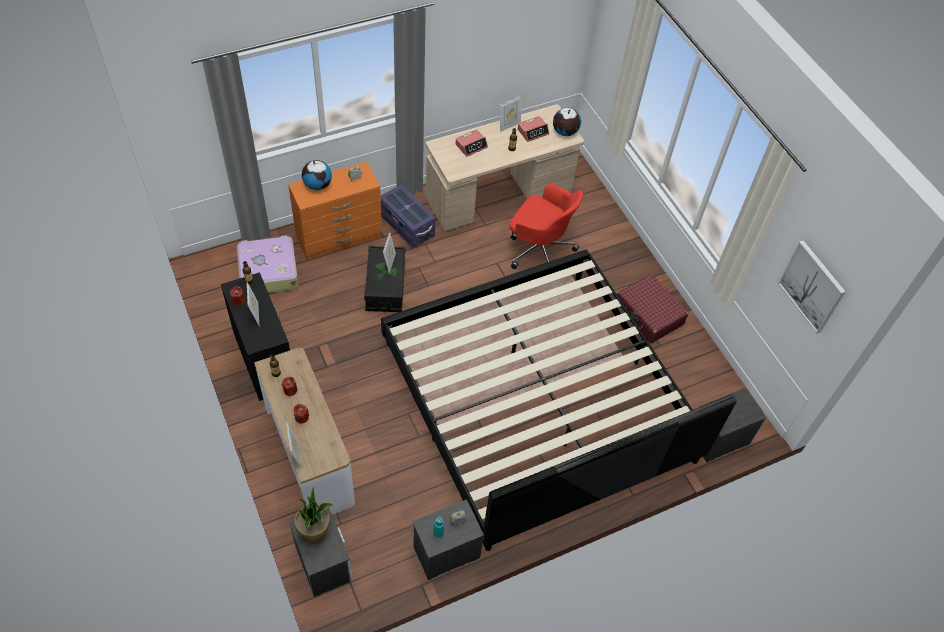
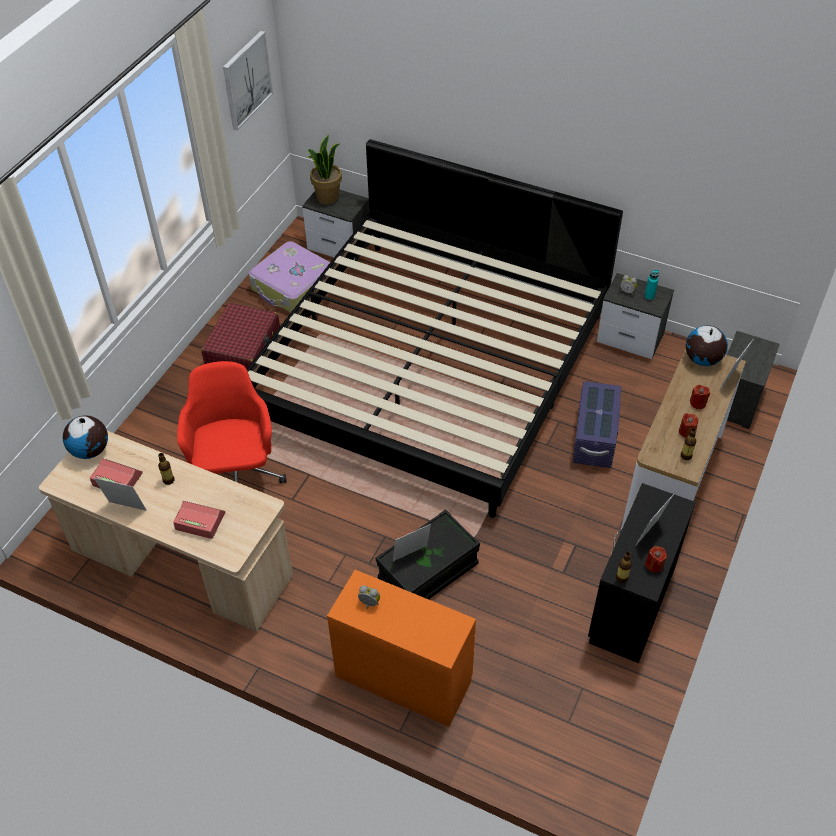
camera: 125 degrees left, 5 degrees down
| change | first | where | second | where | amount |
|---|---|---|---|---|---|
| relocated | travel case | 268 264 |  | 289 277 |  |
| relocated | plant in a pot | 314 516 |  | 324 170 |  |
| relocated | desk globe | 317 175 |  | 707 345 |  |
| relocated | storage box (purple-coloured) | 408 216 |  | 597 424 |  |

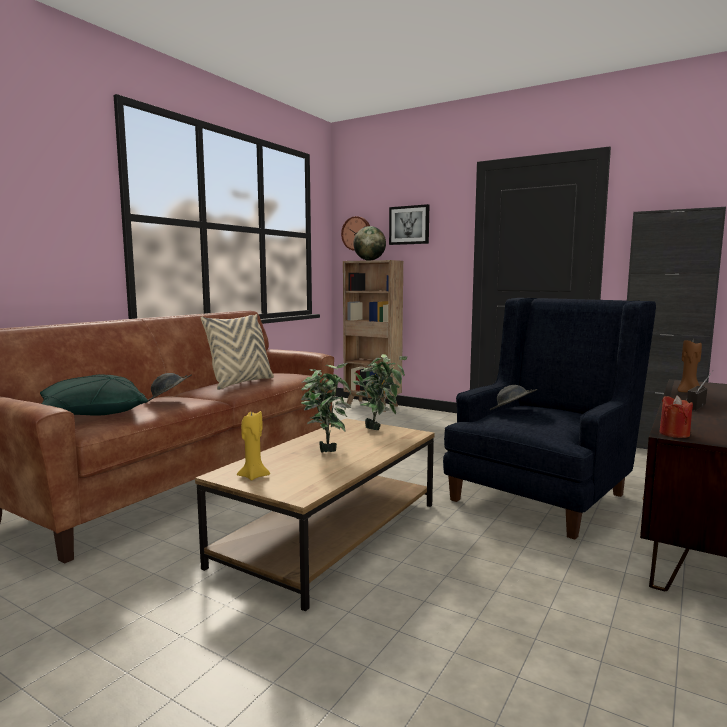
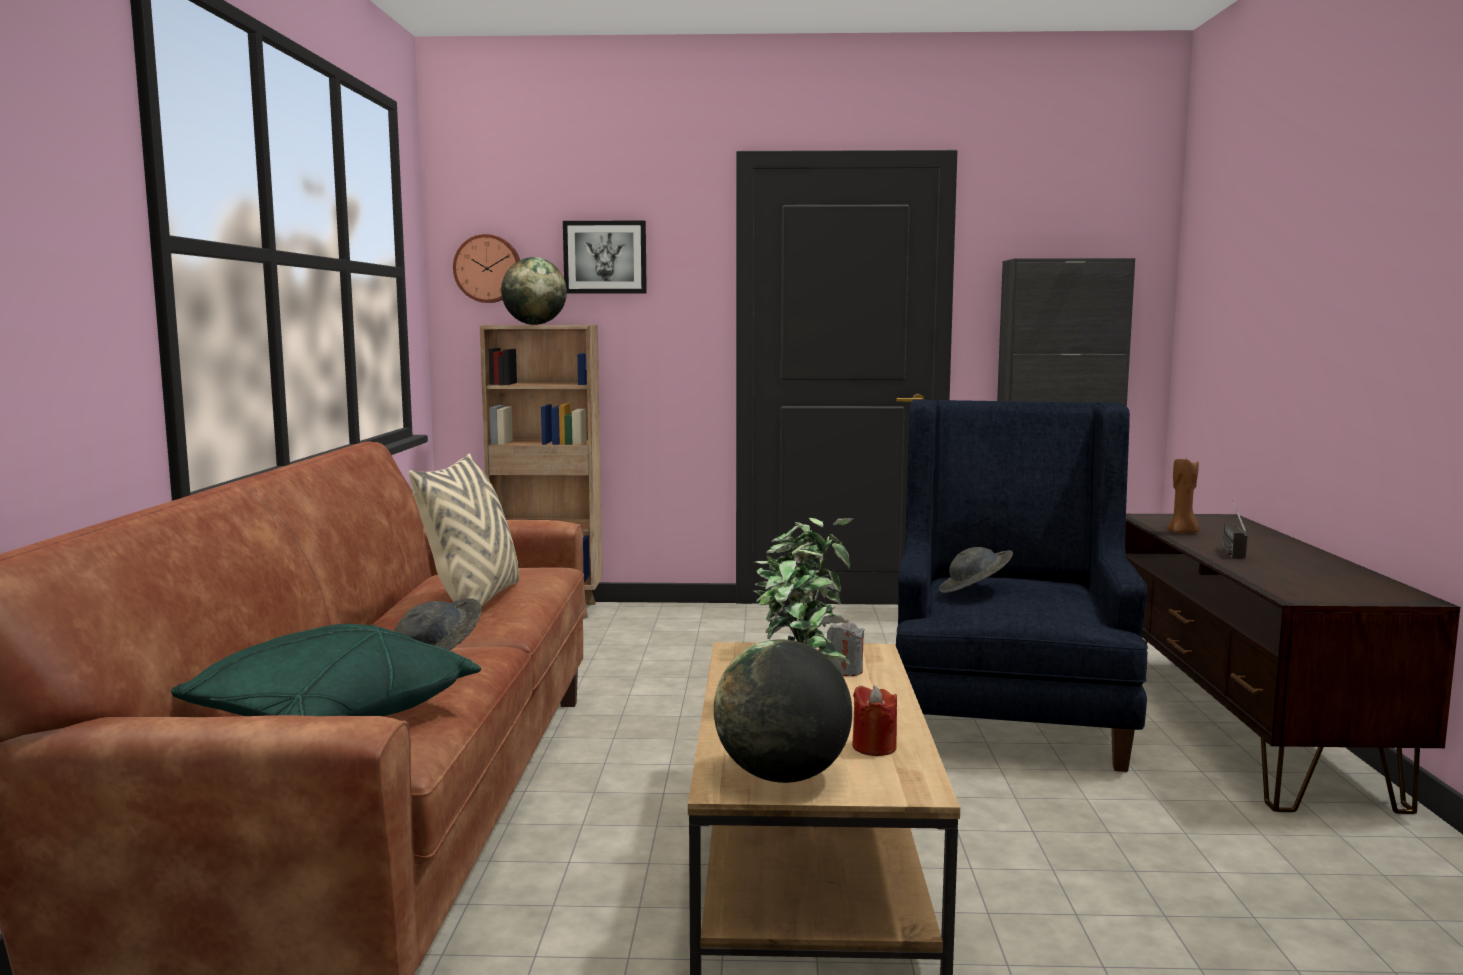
camera: 30 degrees left, 0 degrees up
| change | first | where | second | where | amount |
|---|---|---|---|---|---|
| appeared |  |  | wax candle (greyish) | 846 648 |  |
| relocated | wax candle (red-coloured) | 676 416 |  | 874 721 |  |
| exchanged | wax candle (yellowish) | 253 445 | desk globe | 783 711 |  |

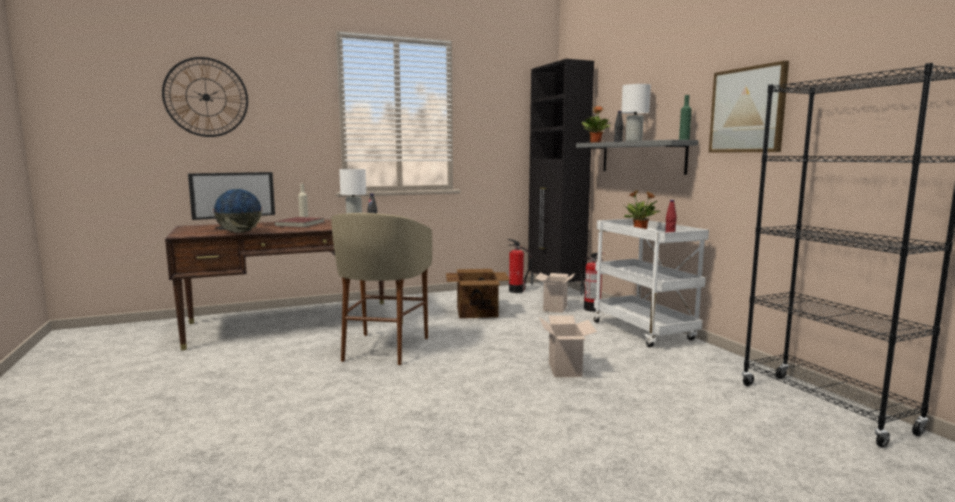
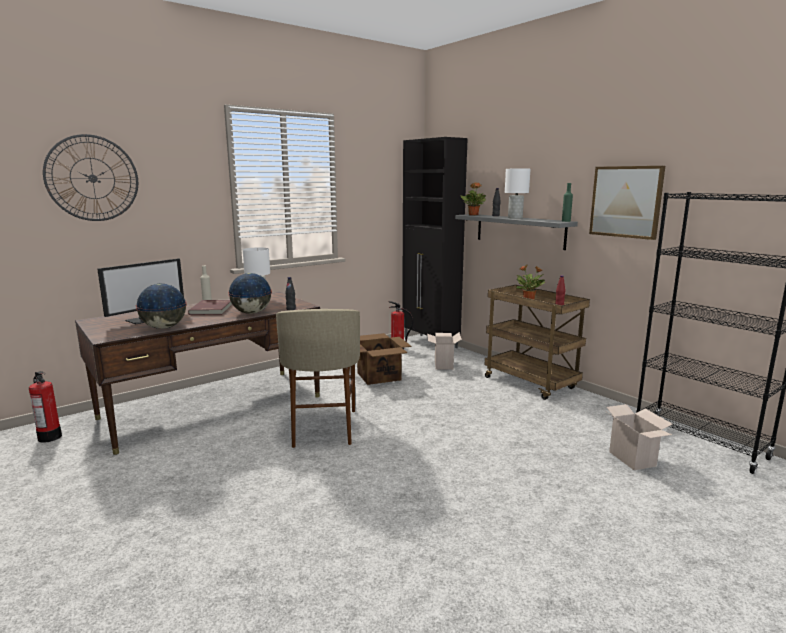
camera: 15 degrees left, 5 degrees up
| change | first | where | second | where | amount |
|---|---|---|---|---|---|
| appeared |  |  | desk globe | 250 293 |  |
| relocated | cardboard box | 568 346 |  | 638 437 |  |
| relocated | fire extinguisher | 592 282 |  | 45 407 |  |
| colour | trolley (whitish) | 651 282 | trolley (brownish) | 537 342 |  |

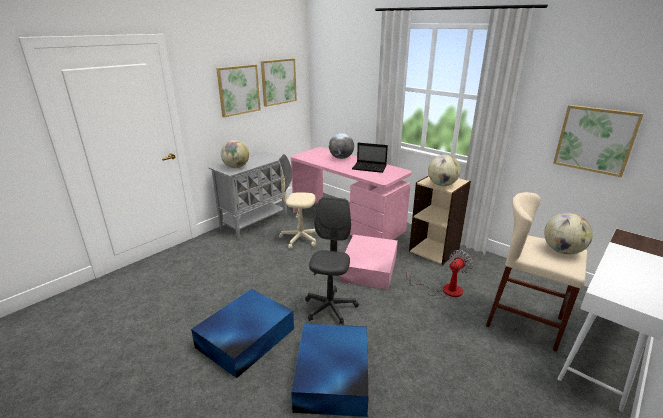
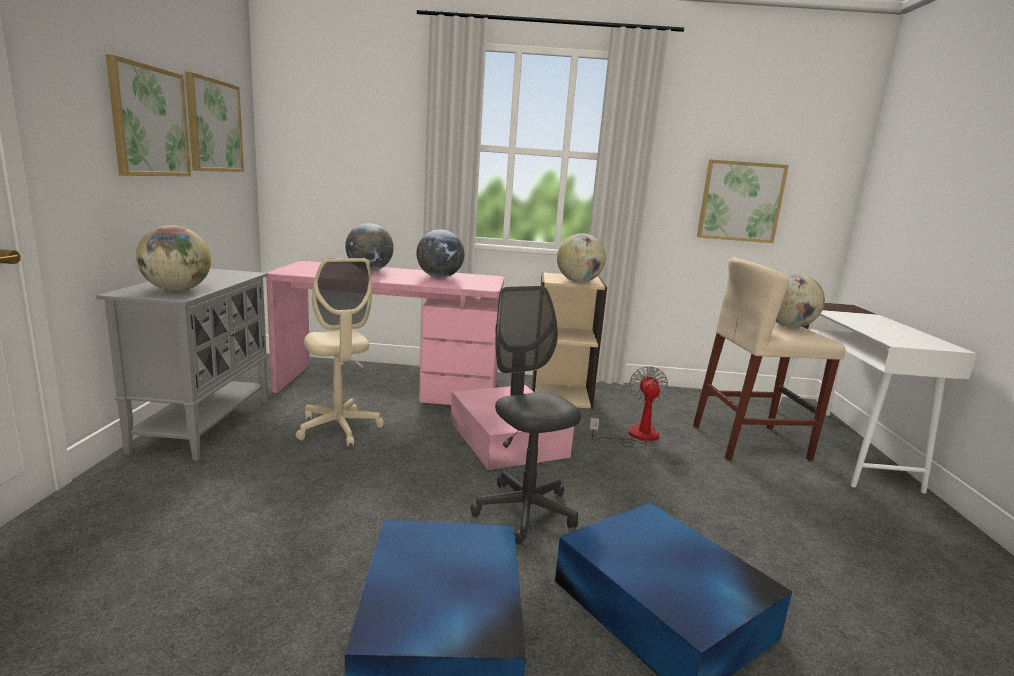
camera: 40 degrees left, 10 degrees down
| change | first | where | second | where | amount |
|---|---|---|---|---|---|
| exchanged | laptop | 370 158 | desk globe | 440 254 |  |
| spun | computer chair (beige-coloured) | 298 201 |  | 340 352 | 90 degrees counterclockwise |

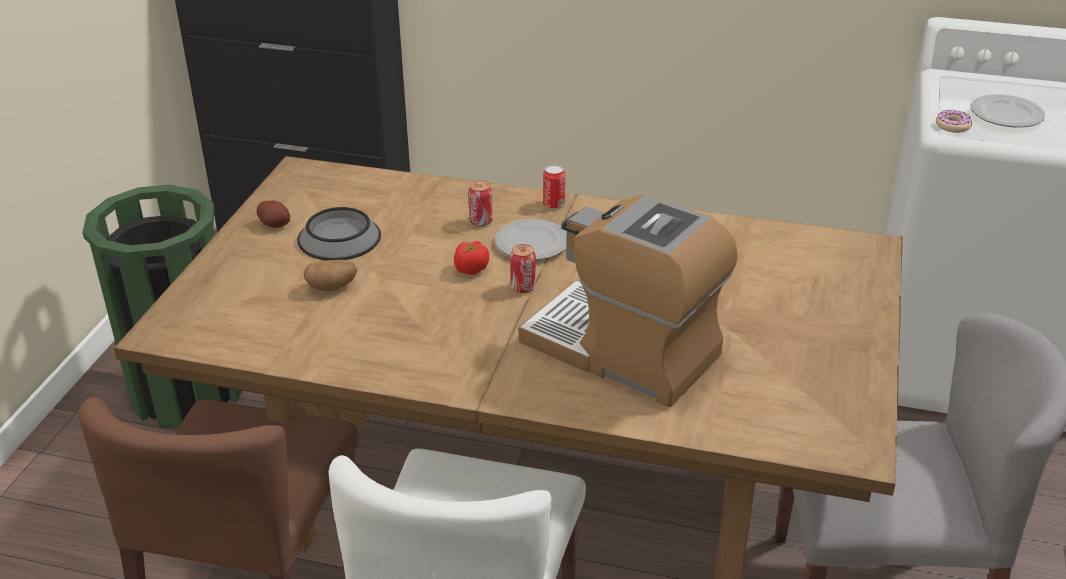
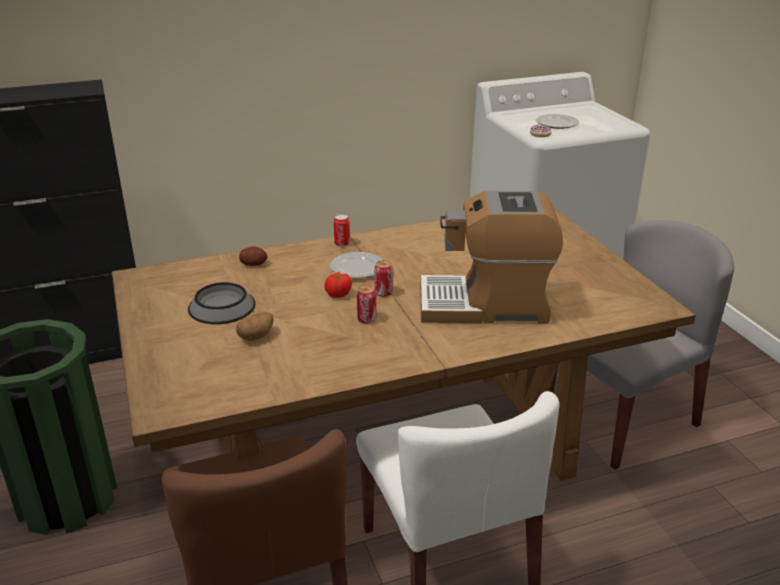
camera: 35 degrees left, 5 degrees down
| change | first | where | second | where | amount |
|---|---|---|---|---|---|
| relocated | spud | 273 214 |  | 253 256 |  |
| relocated | can | 480 203 |  | 366 304 |  |

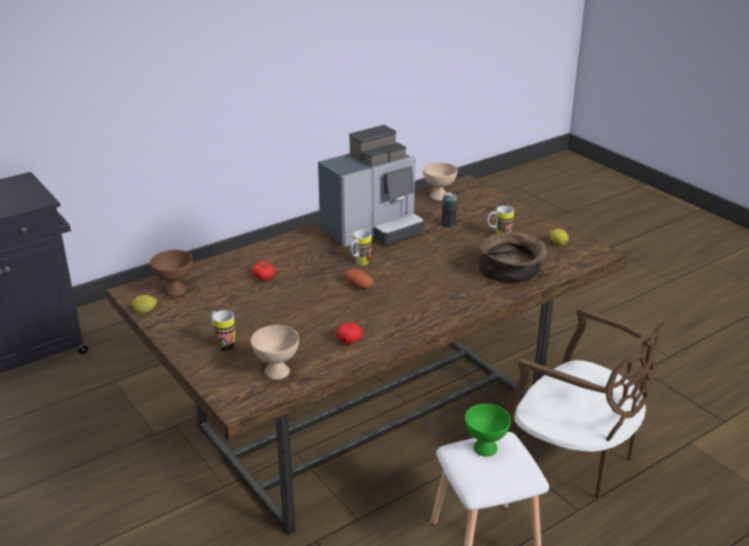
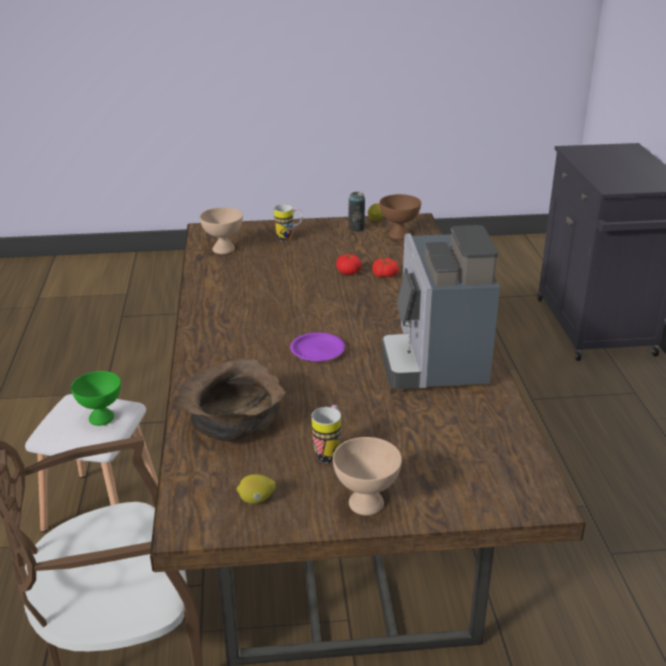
camera: 120 degrees right, 0 degrees up
| change | first | where | second | where | amount |
|---|---|---|---|---|---|
| missing | spud | 359 279 |  |  |  |
| missing | tea mug | 361 247 |  |  |  |
| appeared |  |  | dinner plate (purple-coloured) | 317 347 |  |
| relocated | fresh tomato | 349 333 |  | 349 264 |  |
| relocated | deep dish (beige-coloured) | 440 181 |  | 367 476 |  |
| relocated | can | 449 210 |  | 357 212 |  |

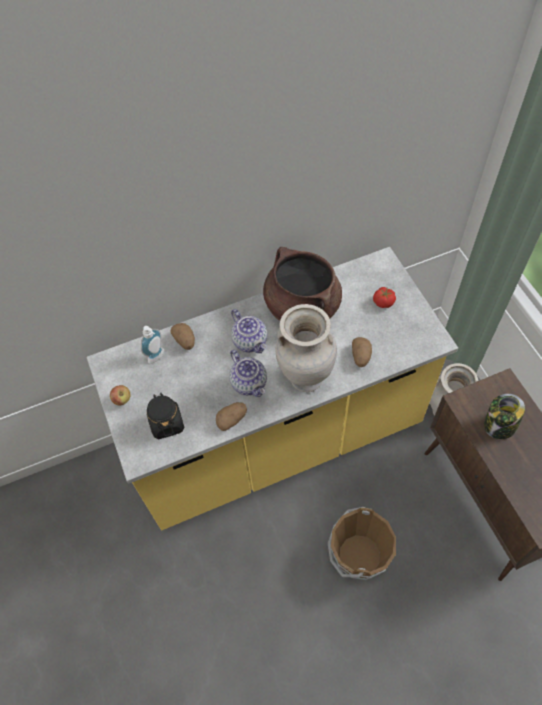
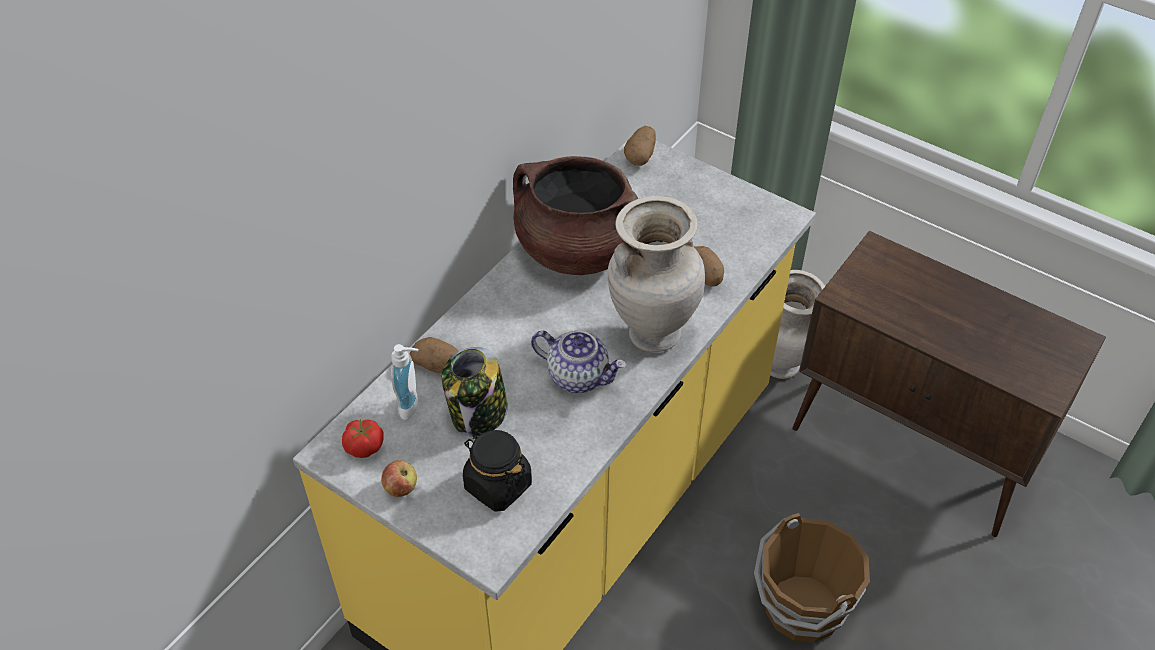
camera: 35 degrees left, 10 degrees down
| change | first | where | second | where | amount |
|---|---|---|---|---|---|
| missing | pot for tea | 249 331 |  |  |  |
| relocated | spud | 231 416 |  | 640 146 |  |
| relocated | fresh tomato | 384 297 |  | 363 438 |  |
| relocated | jar | 504 416 |  | 475 391 |  |

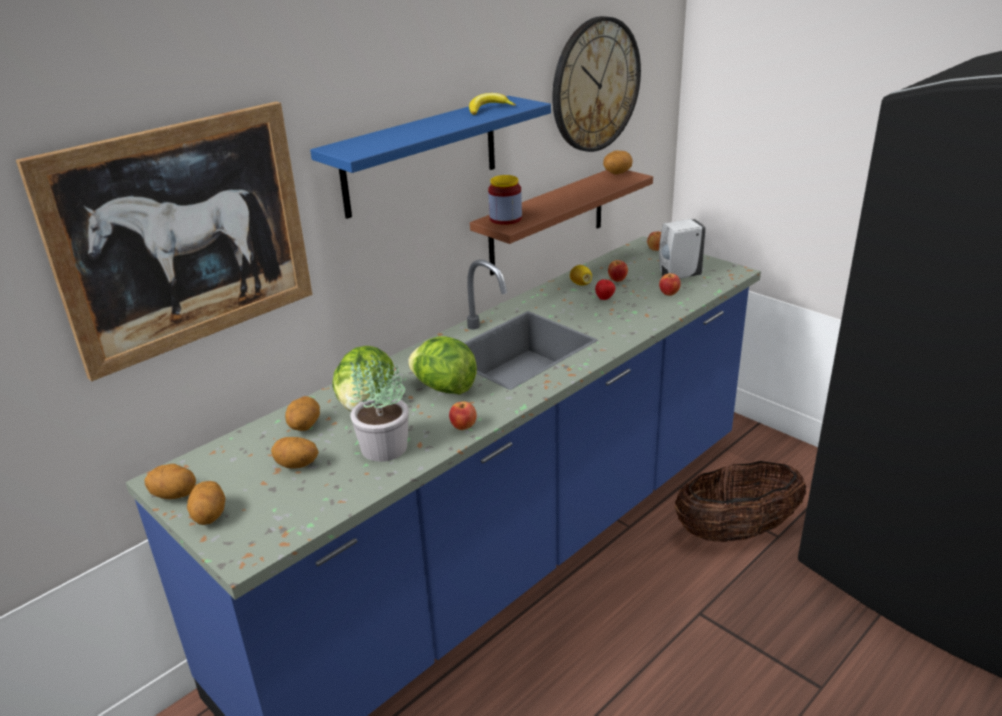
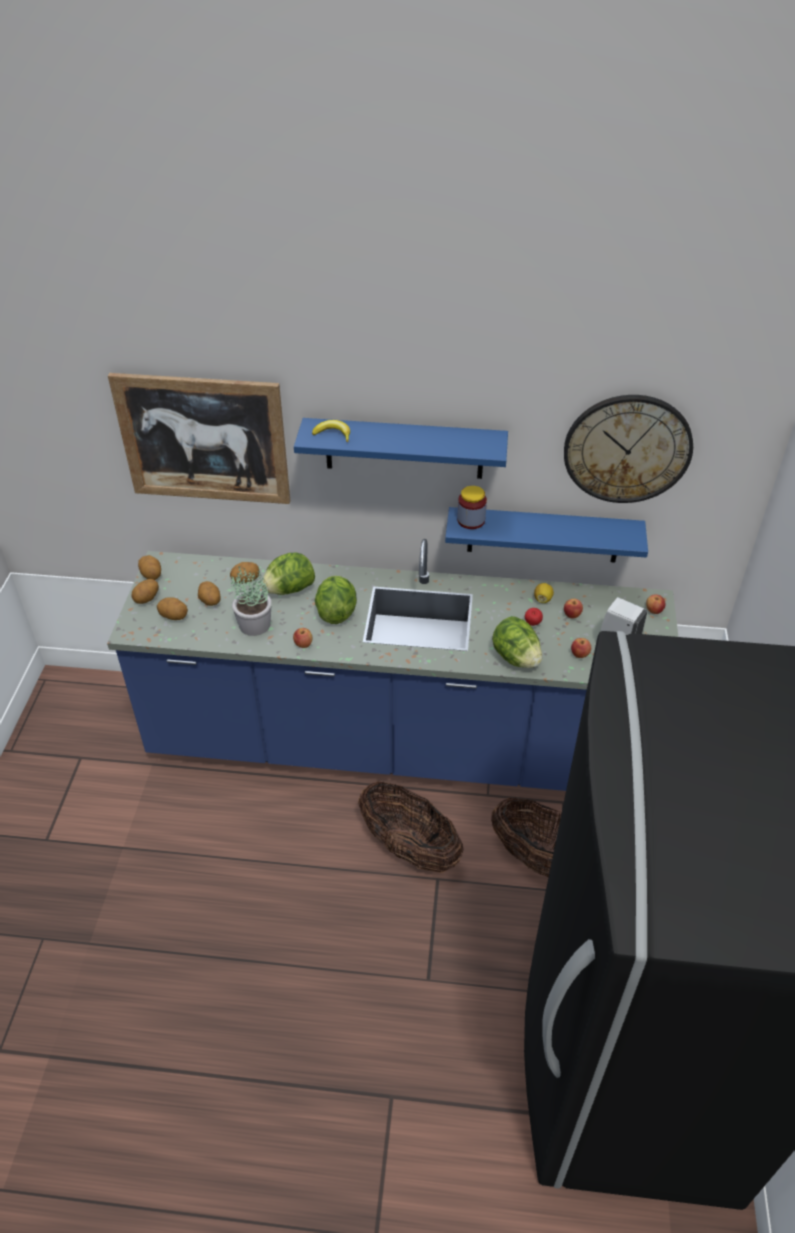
camera: 50 degrees right, 15 degrees up
| change | first | where | second | where | amount |
|---|---|---|---|---|---|
| appeared |  |  | storage basket | 411 827 |  |
| appeared |  |  | lettuce | 517 642 |  |
| relocated | whole banana | 492 104 |  | 331 431 |  |
| relocated | spud | 618 162 |  | 172 608 |  |
| colour | wall shelf (brownish) | 561 223 | wall shelf (blue) | 546 535 |  |

